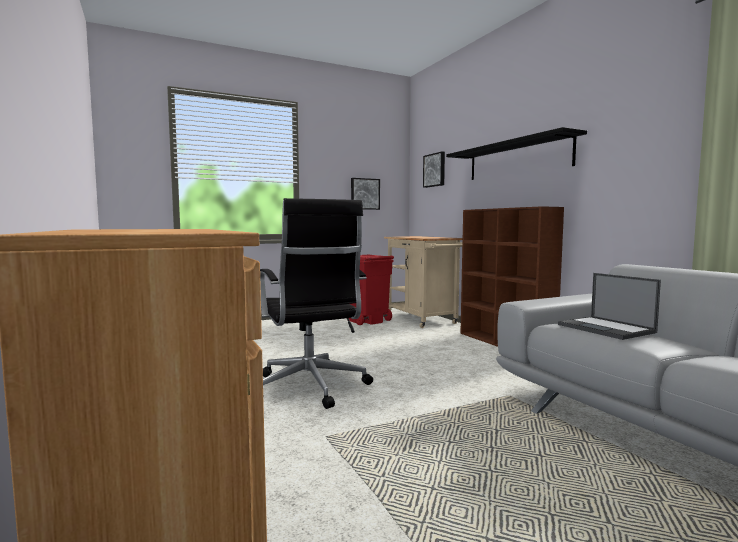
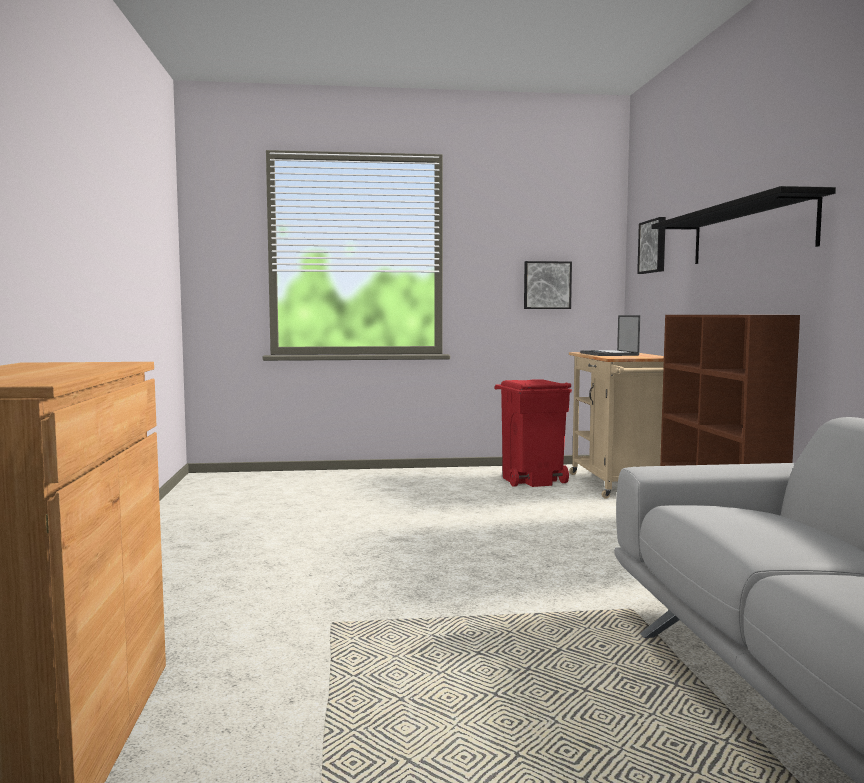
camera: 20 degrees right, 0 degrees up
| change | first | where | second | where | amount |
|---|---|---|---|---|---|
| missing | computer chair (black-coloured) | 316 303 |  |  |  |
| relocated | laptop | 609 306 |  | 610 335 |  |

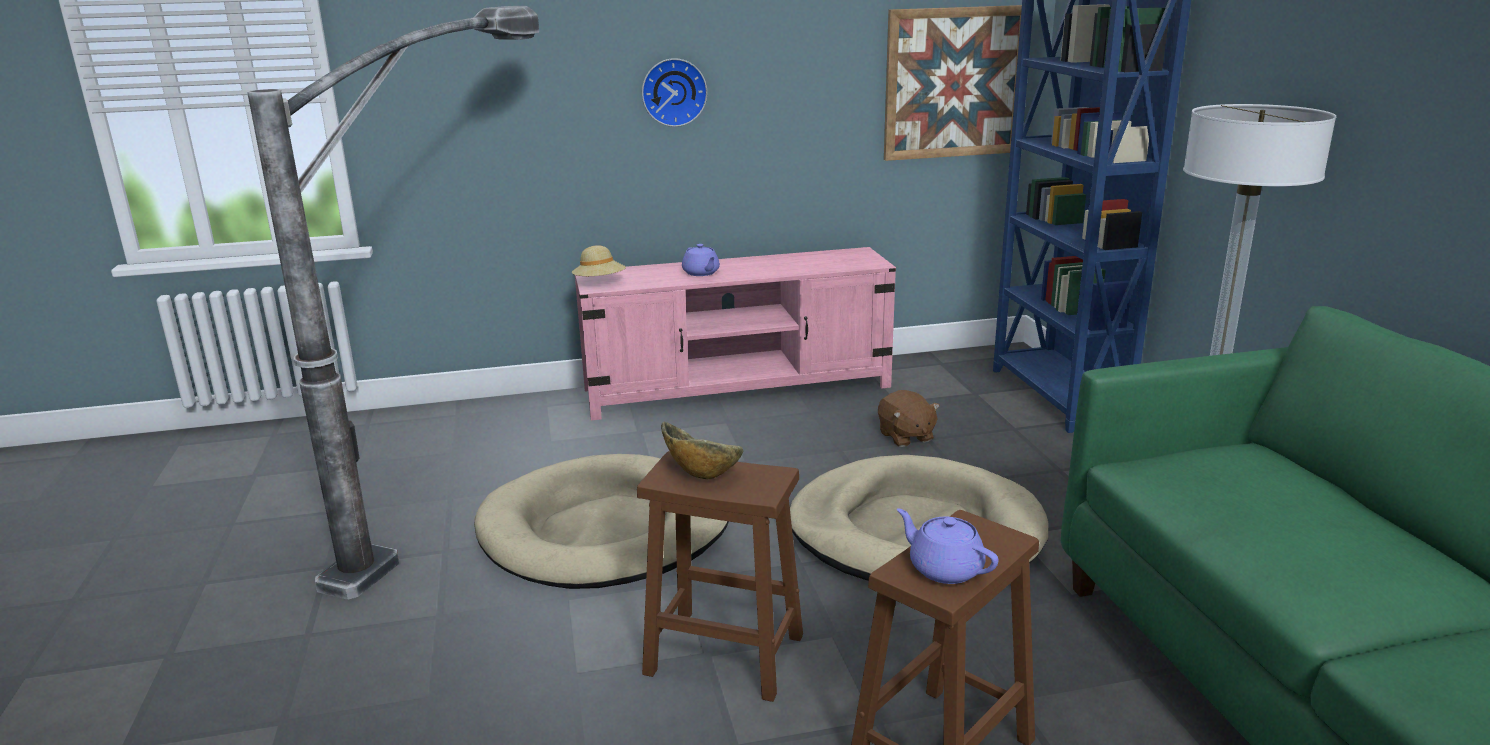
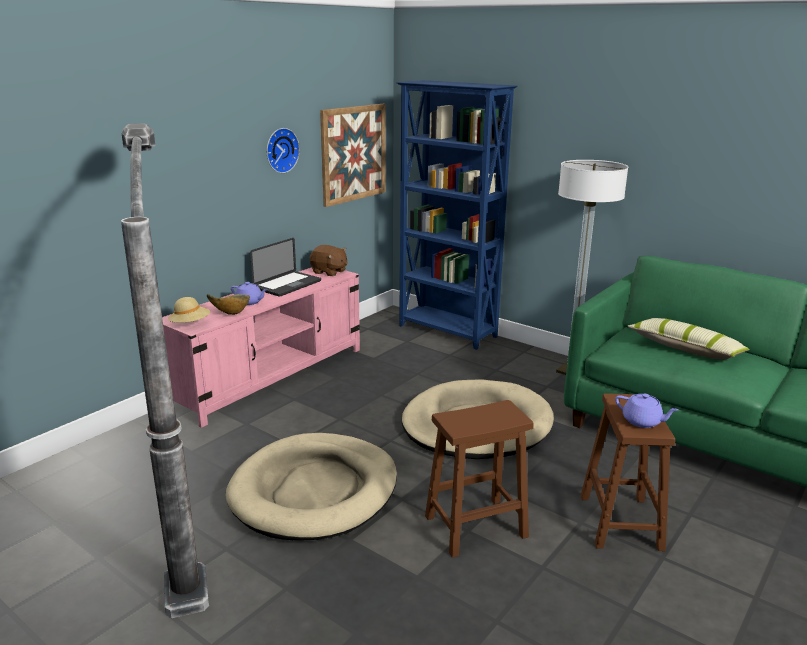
camera: 40 degrees left, 0 degrees up
| change | first | where | second | where | amount |
|---|---|---|---|---|---|
| appeared |  |  | laptop | 285 267 |  |
| appeared |  |  | throw pillow | 689 339 |  |
| relocated | clock on the wall | 674 92 |  | 283 150 |  |
| relocated | deep dish | 702 450 |  | 228 304 |  |
| relocated | plush toy (brownish) | 909 418 |  | 328 260 |  |
| spun | pot for tea (purple-coloured) | 948 546 |  | 647 410 | 150 degrees counterclockwise |

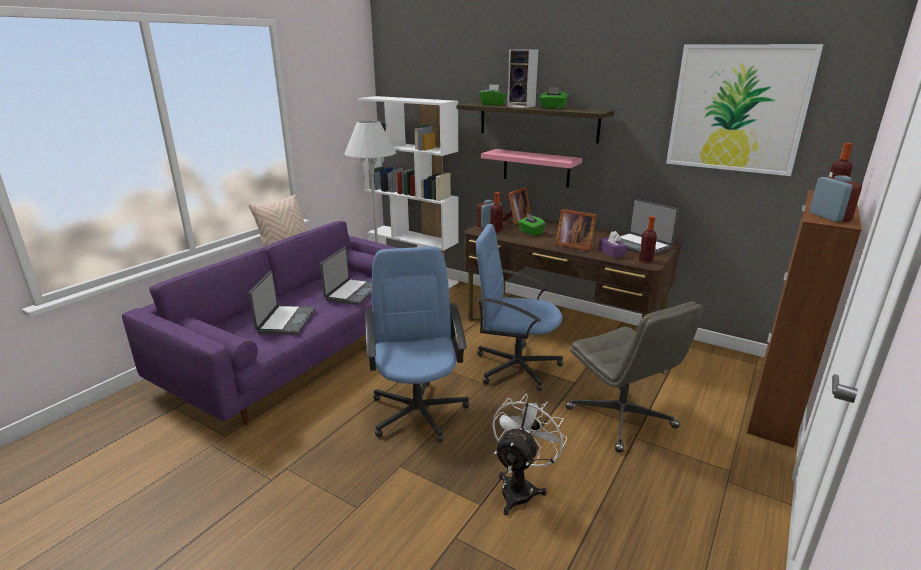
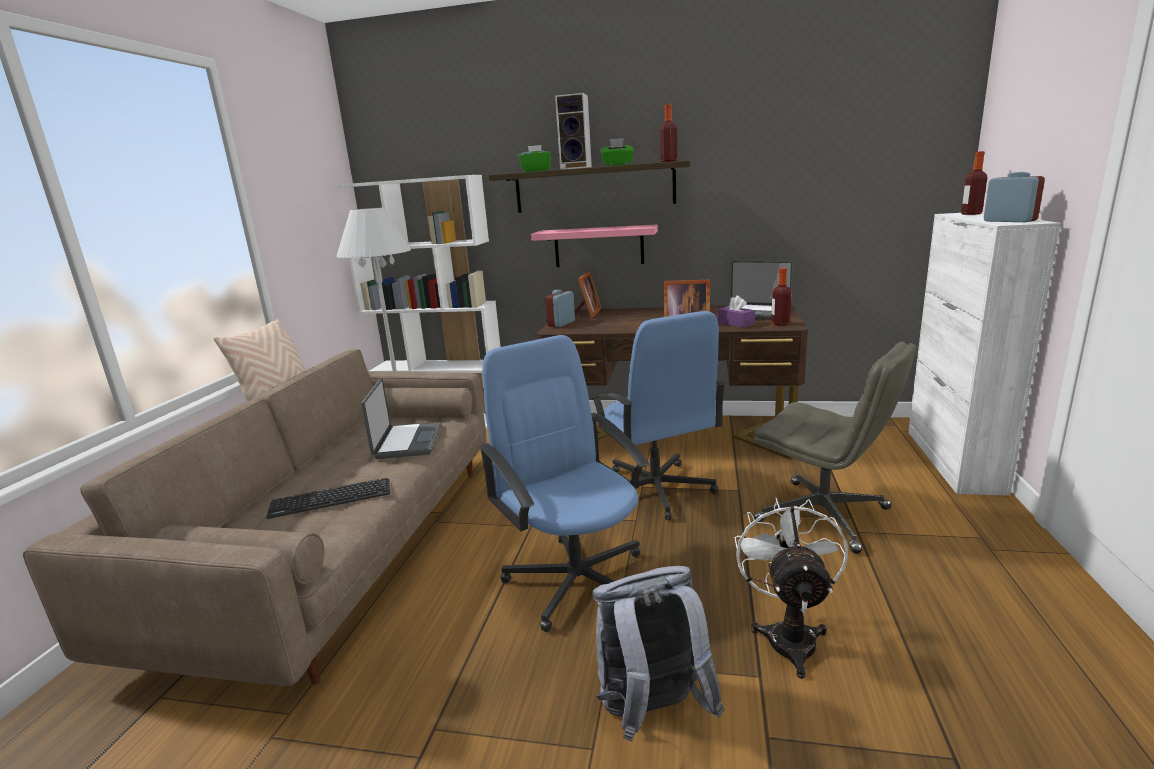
camera: 20 degrees left, 5 degrees down
| change | first | where | second | where | amount |
|---|---|---|---|---|---|
| missing | box of tissues (green-coloured) | 531 224 |  |  |  |
| missing | wall picture | 744 110 |  |  |  |
| appeared |  |  | knapsack (greyish) | 658 653 |  |
| relocated | beverage bottle | 496 212 |  | 668 133 |  |
| exchanged | laptop | 282 303 | PC keyboard | 328 498 |  |
| colour | couch (purple-coloured) | 259 323 | couch (beige-coloured) | 255 517 |  |
| colour | cabinet (brownish) | 804 319 | cabinet (whitish) | 984 354 |  |
| spun | computer chair (blue) | 519 307 |  | 659 415 | 105 degrees counterclockwise |

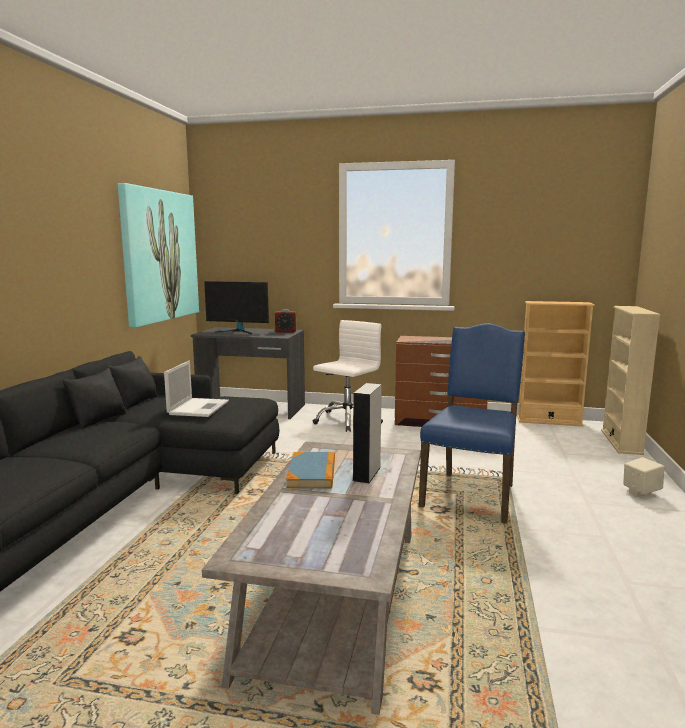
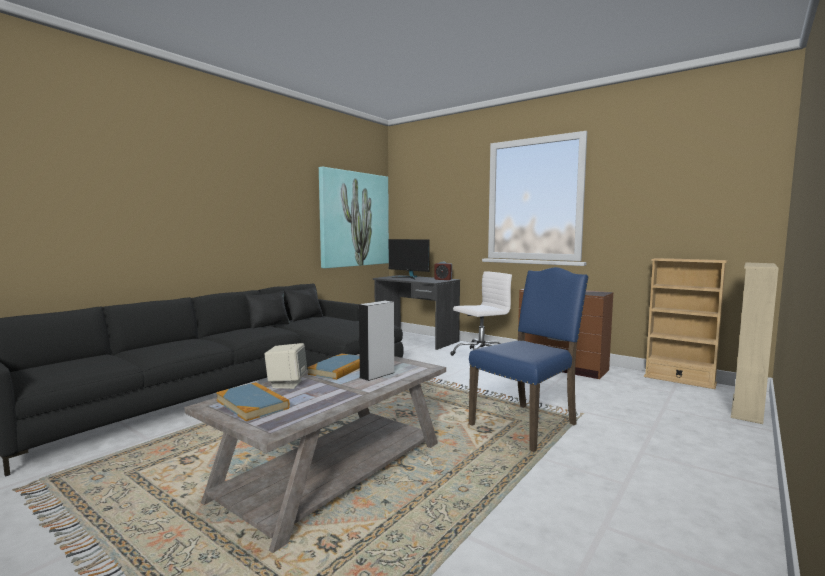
camera: 25 degrees right, 5 degrees down
| change | first | where | second | where | amount |
|---|---|---|---|---|---|
| missing | laptop | 196 388 |  |  |  |
| appeared |  |  | book | 253 401 |  |
| relocated | loudspeaker (beige-coloured) | 643 478 |  | 285 366 |  |

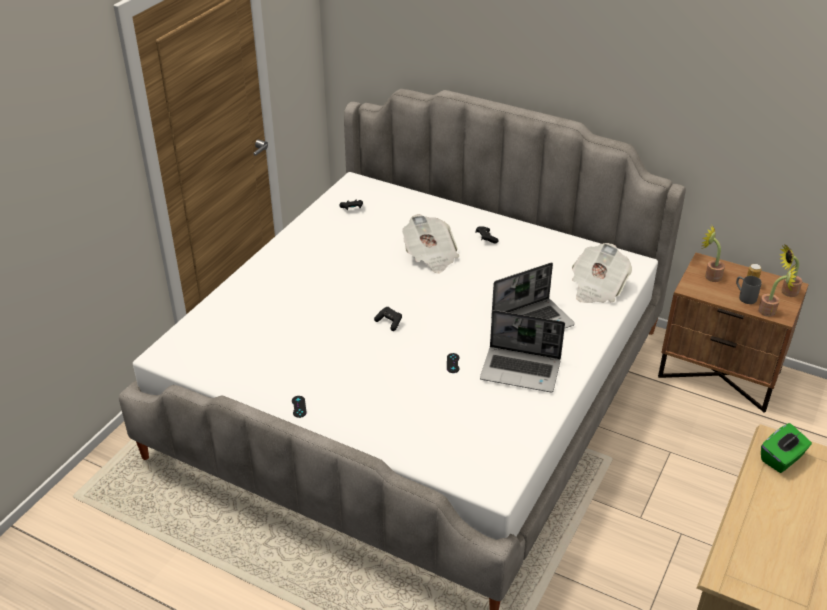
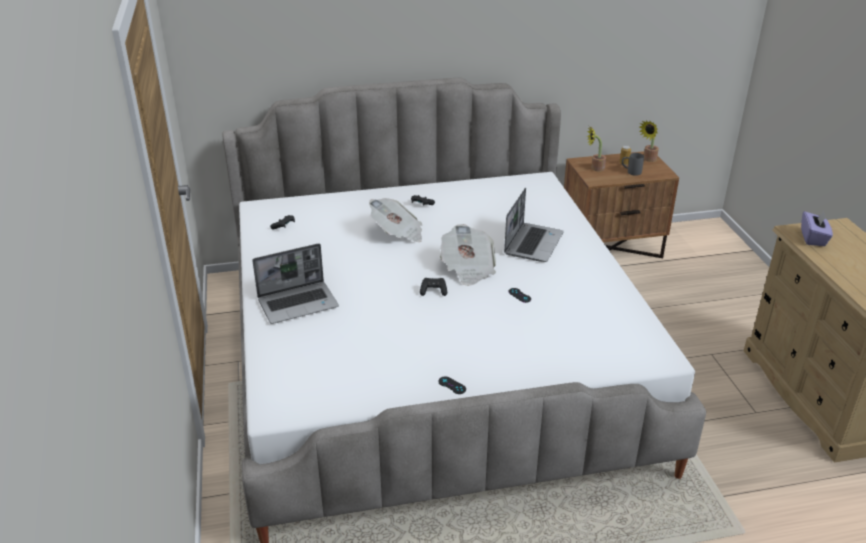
camera: 40 degrees left, 5 degrees down
| change | first | where | second | where | amount |
|---|---|---|---|---|---|
| missing | plant in a pot | 777 290 |  |  |  |
| relocated | laptop | 522 351 |  | 295 283 |  |
| relocated | newspaper | 602 273 |  | 468 255 |  |
| colour | box of tissues (green-coloured) | 786 448 | box of tissues (purple-coloured) | 817 228 |  |

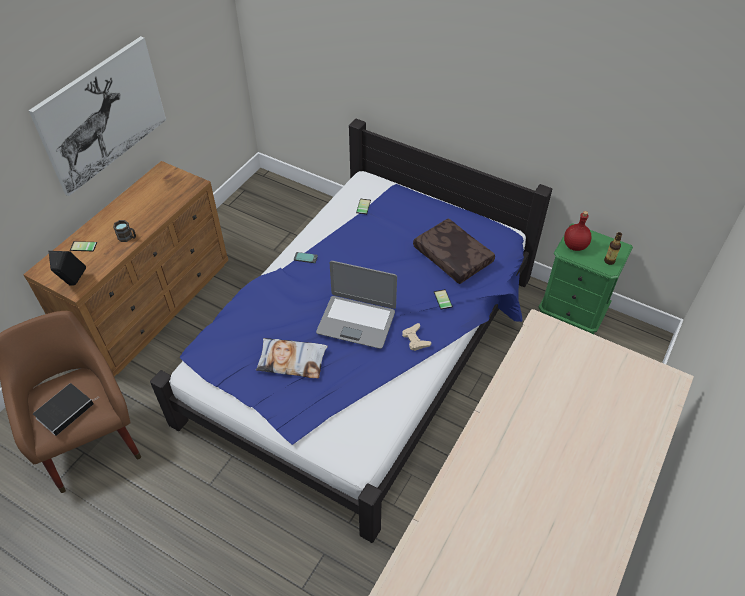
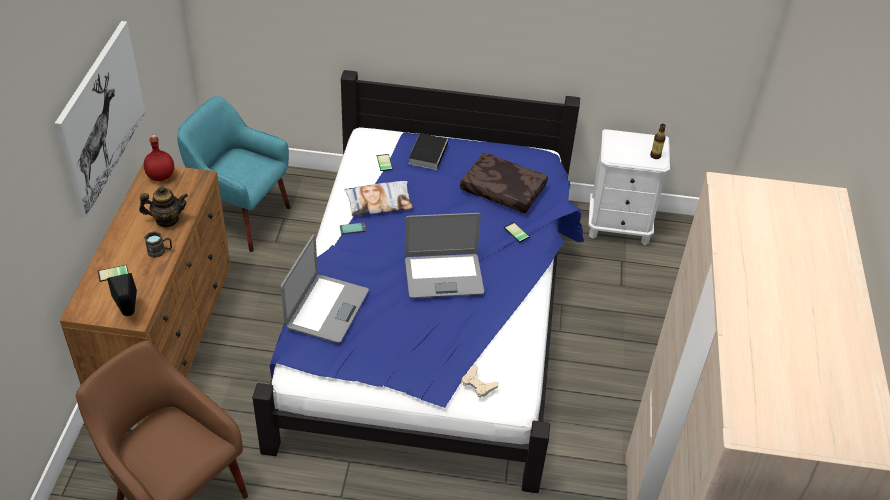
camera: 25 degrees left, 5 degrees down
| change | first | where | second | where | amount |
|---|---|---|---|---|---|
| appeared |  |  | pot for tea | 163 206 |  |
| appeared |  |  | armchair (turquoise) | 234 174 |  |
| appeared |  |  | laptop | 325 288 |  |
| relocated | book | 66 409 |  | 428 151 |  |
| relocated | throw pillow | 292 358 |  | 379 198 |  |
| relocated | joypad (beige-coloured) | 416 337 |  | 480 381 |  |
| relocated | beverage bottle (red-coloured) | 577 231 |  | 159 157 |  |
| colour | night table (green-coloured) | 585 278 | night table (whitish) | 629 187 |  |

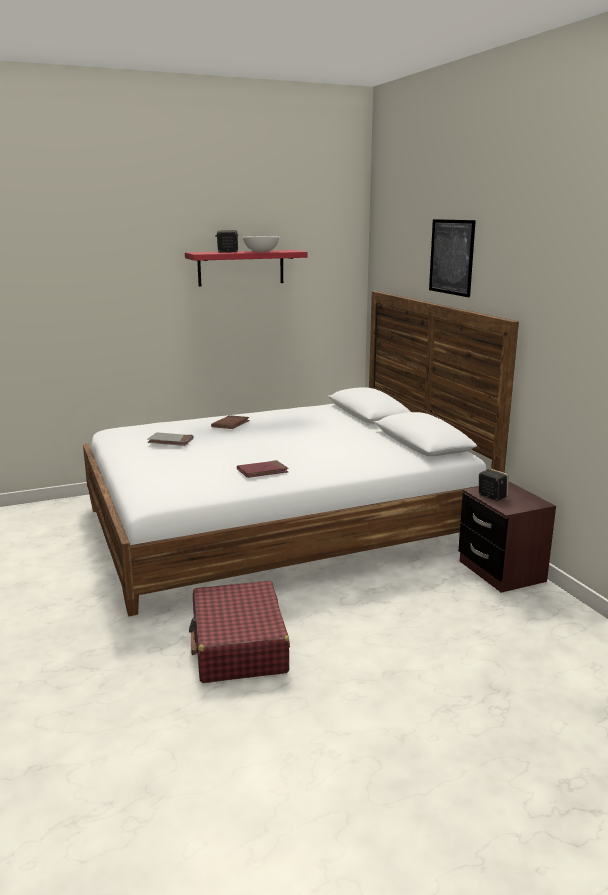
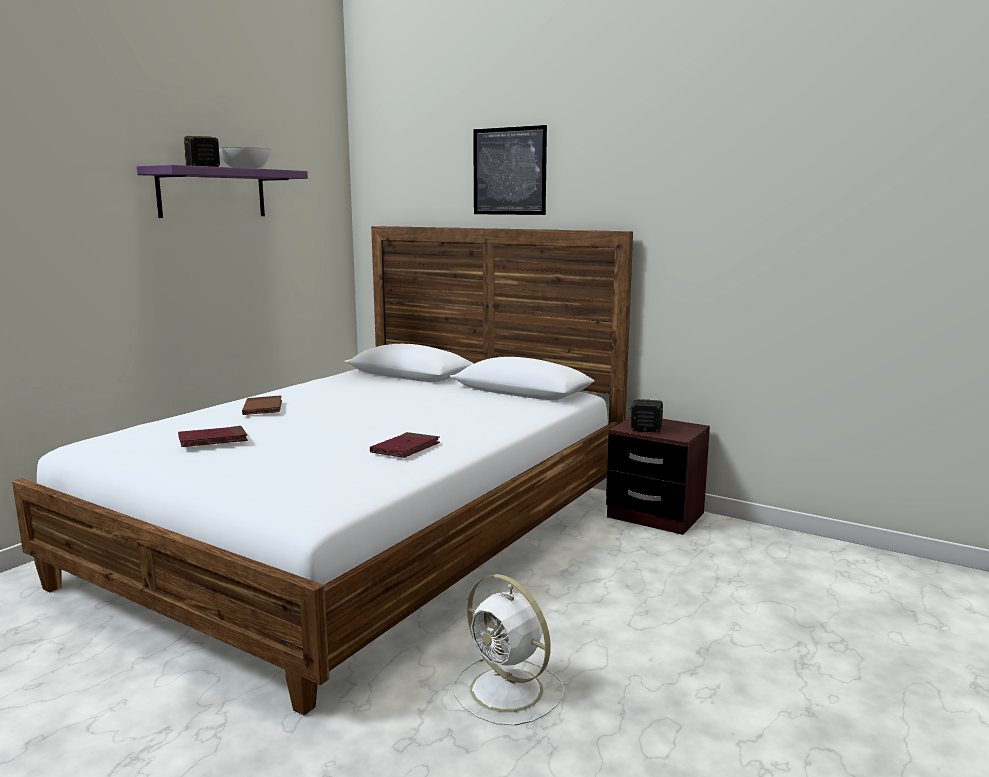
camera: 35 degrees left, 5 degrees down
| change | first | where | second | where | amount |
|---|---|---|---|---|---|
| exchanged | travel case (red-coloured) | 239 632 | electric fan (whitish) | 509 650 |  |
| colour | book (greyish) | 170 439 | book (red-coloured) | 213 436 |  |
| colour | wall shelf (red-coloured) | 246 268 | wall shelf (purple-coloured) | 222 191 |  |

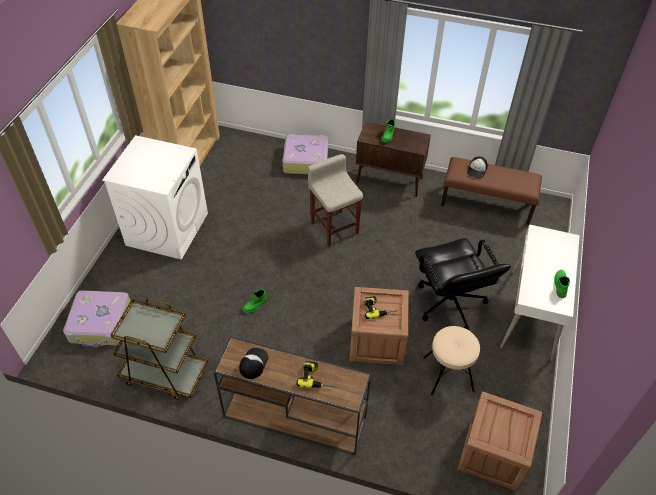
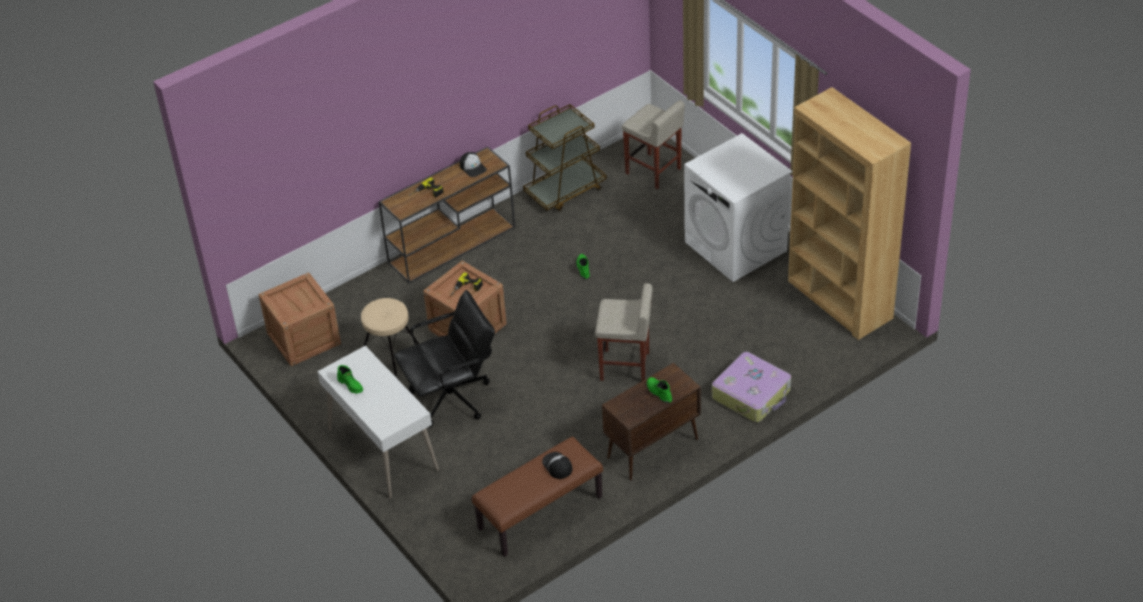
camera: 130 degrees right, 5 degrees down
| change | first | where | second | where | amount |
|---|---|---|---|---|---|
| exchanged | travel case | 97 319 | stool (beige-coloured) | 653 144 |  |
| spun | computer chair (black-coloured) | 463 284 |  | 444 358 | 135 degrees clockwise |

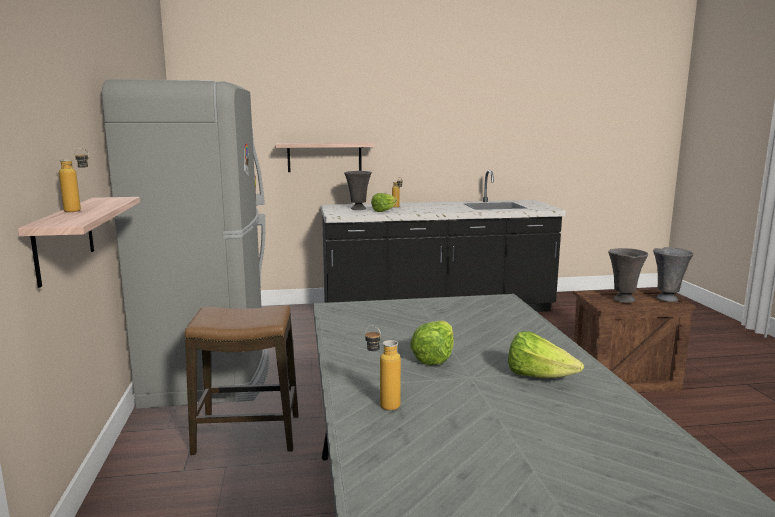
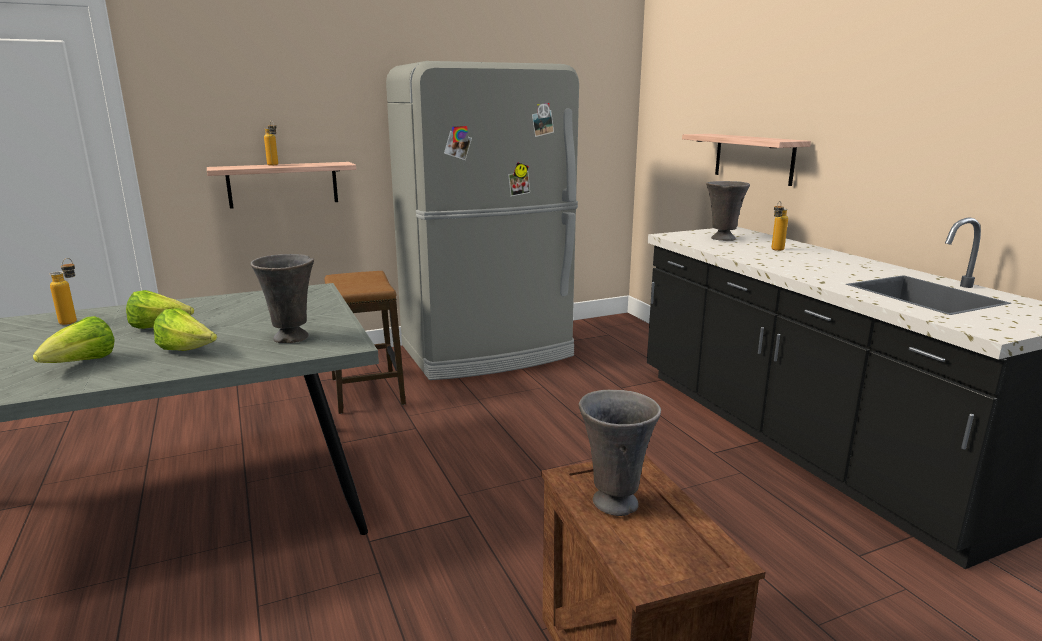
camera: 75 degrees right, 5 degrees up
| change | first | where | second | where | amount |
|---|---|---|---|---|---|
| relocated | lettuce | 384 202 |  | 185 329 |  |
| relocated | flower vase (greyish) | 673 274 |  | 282 298 |  |

